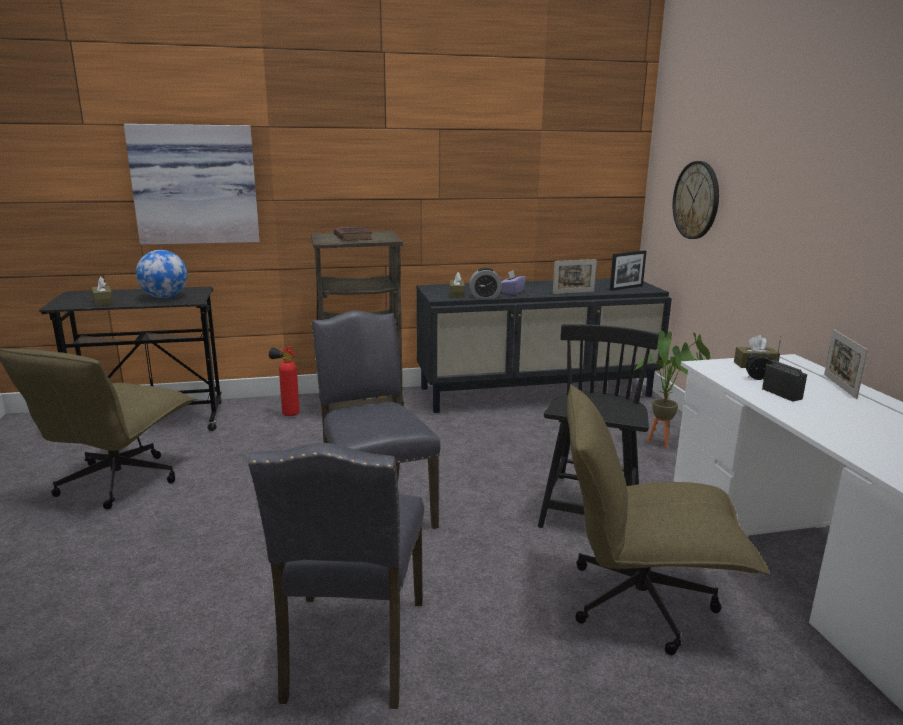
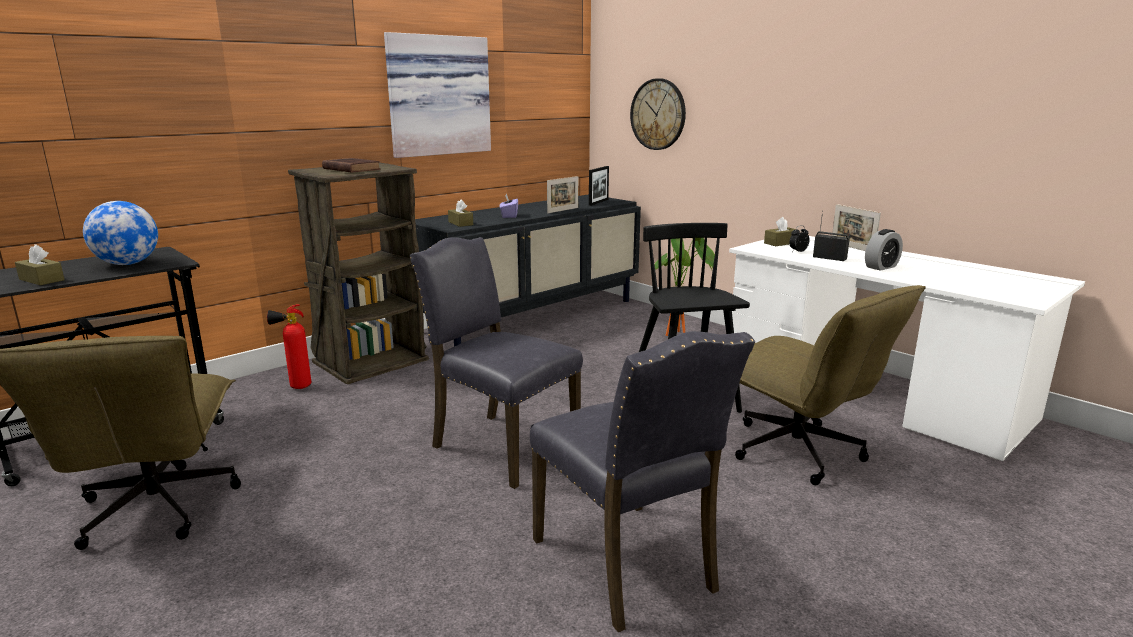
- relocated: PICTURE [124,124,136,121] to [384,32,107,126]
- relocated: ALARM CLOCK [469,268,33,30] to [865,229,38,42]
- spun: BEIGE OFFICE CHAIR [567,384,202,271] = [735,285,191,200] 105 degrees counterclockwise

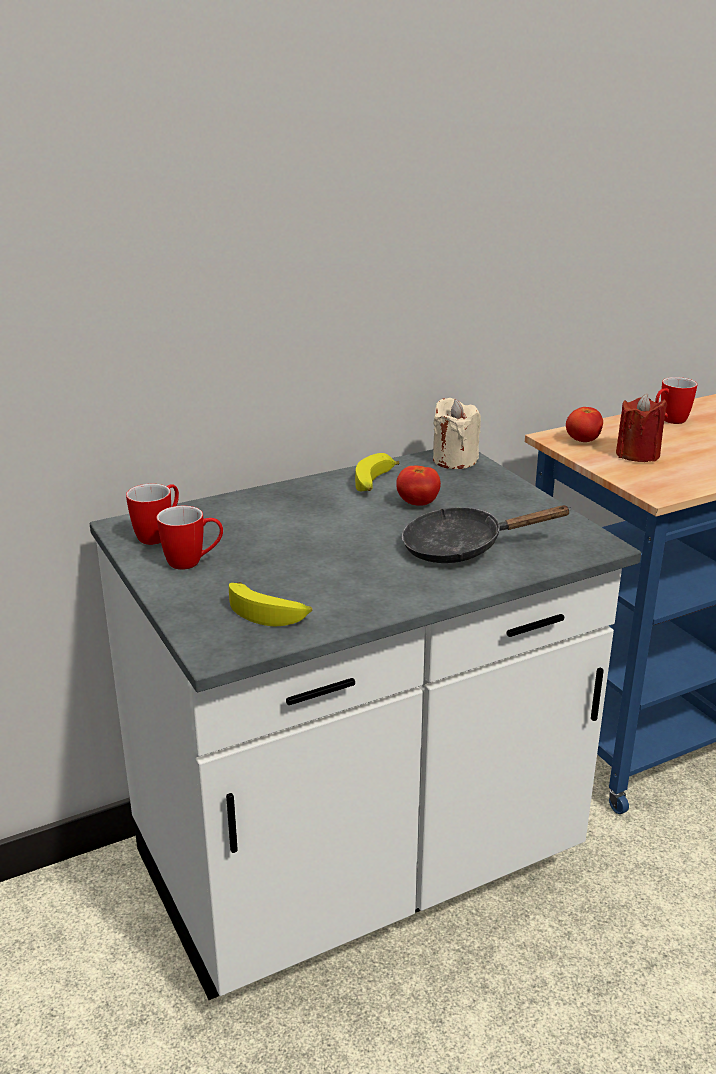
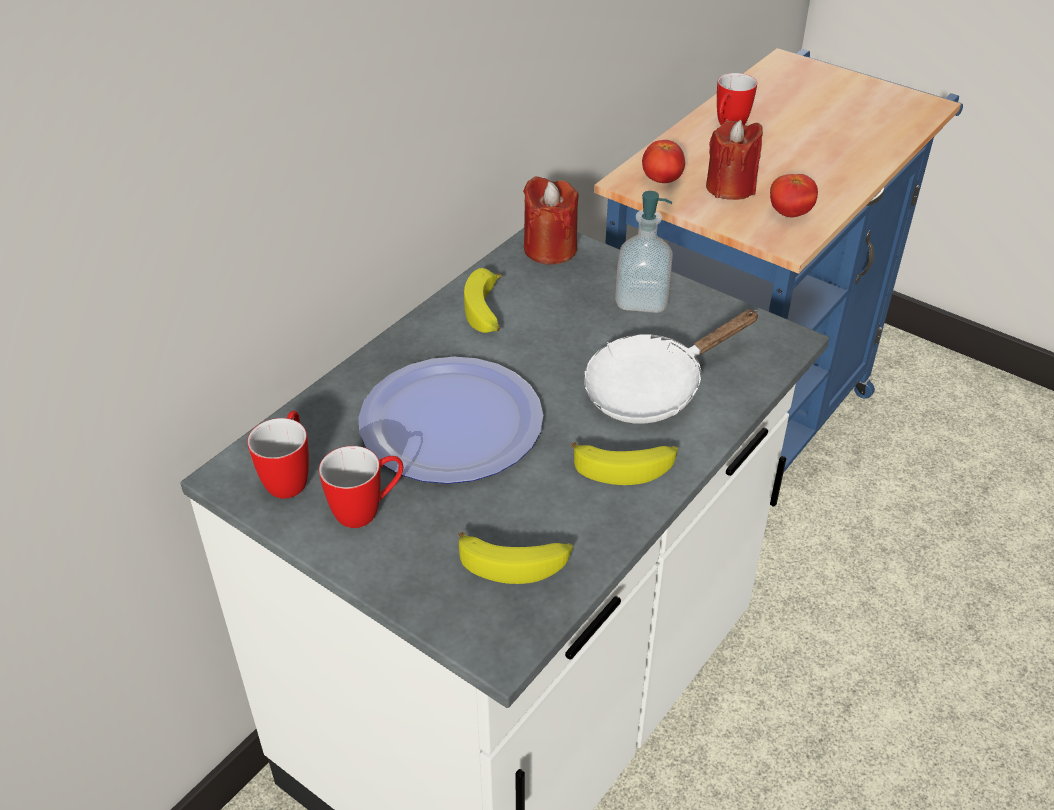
- relocated: TOMATO [396,465,45,41] to [770,174,48,43]
- colour: BLACK FRYING PAN [402,505,170,58] to WHITE FRYING PAN [584,309,175,115]
- colour: BEIGE CANDLE [433,398,48,71] to RED CANDLE [523,176,56,89]
- appeared: PLATE [358,357,185,127]
- appeared: BANANA [571,442,107,43]
- appeared: SOAP DISPENSER [615,191,58,122]

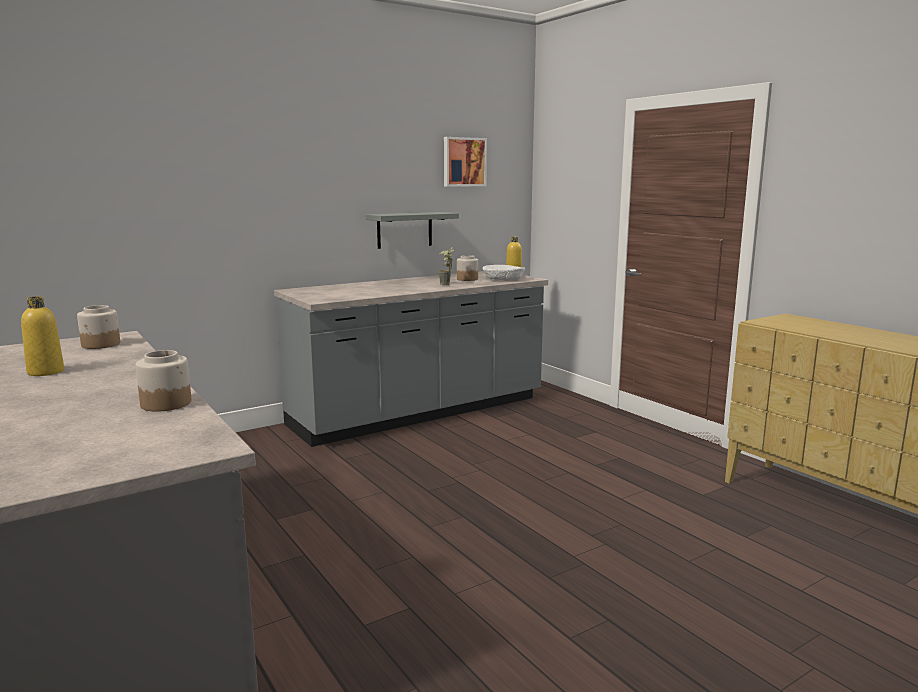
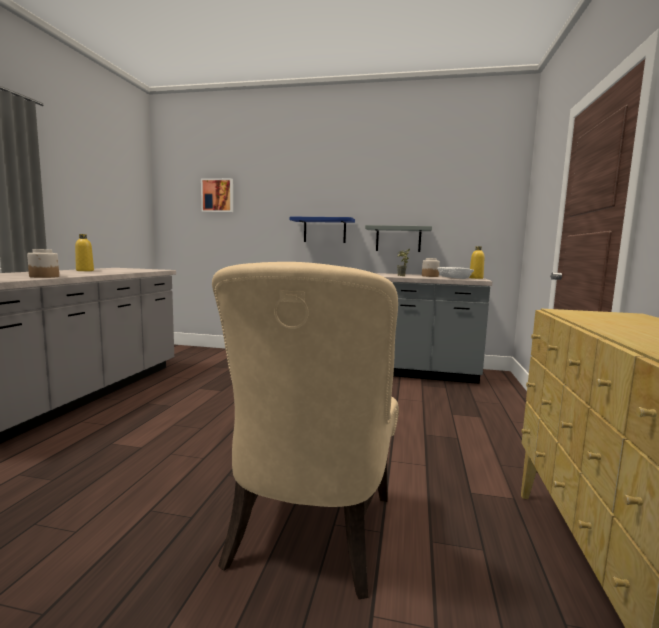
- missing: JAR [77,305,43,44]
- relocated: PICTURE [444,137,43,50] to [201,178,32,34]
- appeared: BEIGE CHAIR [212,262,187,337]
- appeared: BLUE SHELF [290,217,65,26]

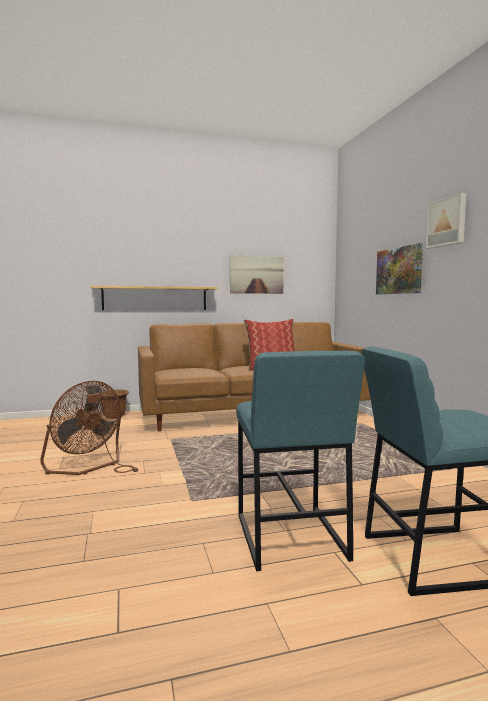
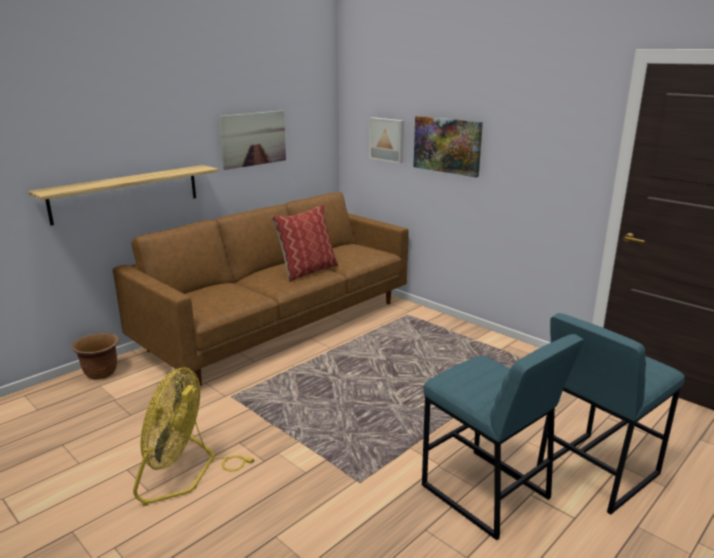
- colour: BROWN FAN [40,381,98,94] to YELLOW FAN [133,367,121,139]
- relocated: PICTURE [426,193,40,56] to [369,117,35,47]

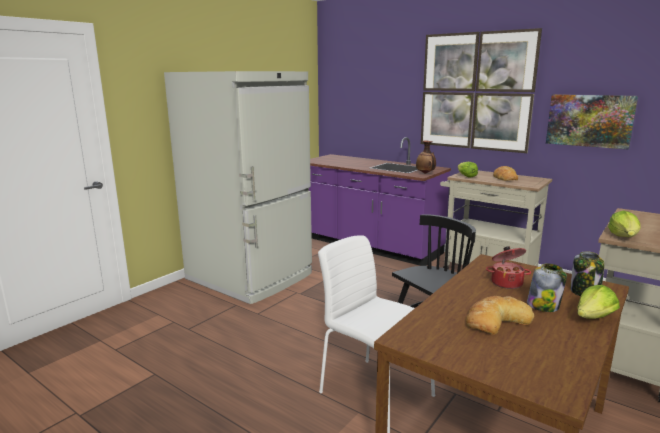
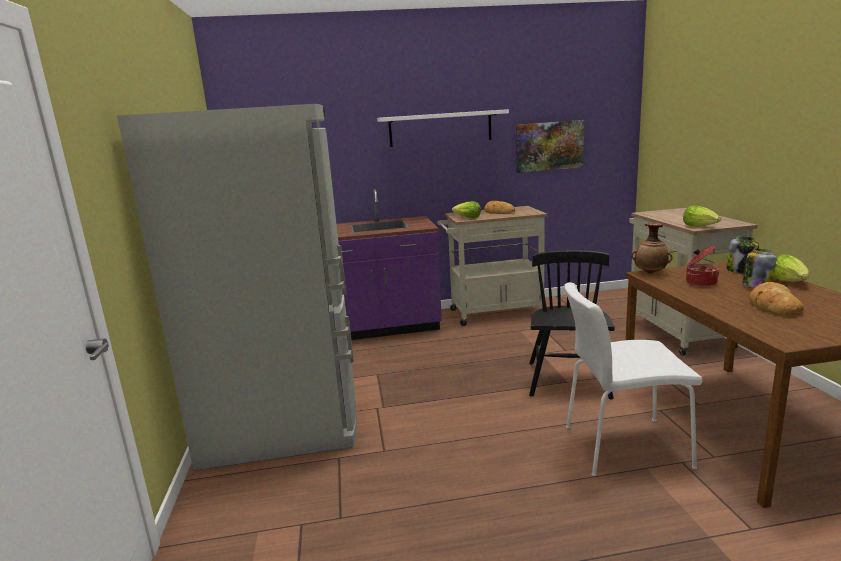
- relocated: VASE [416,141,20,33] to [631,223,41,51]
- exchanged: PICTURE [421,28,121,125] to WHITE SHELF [377,109,132,38]

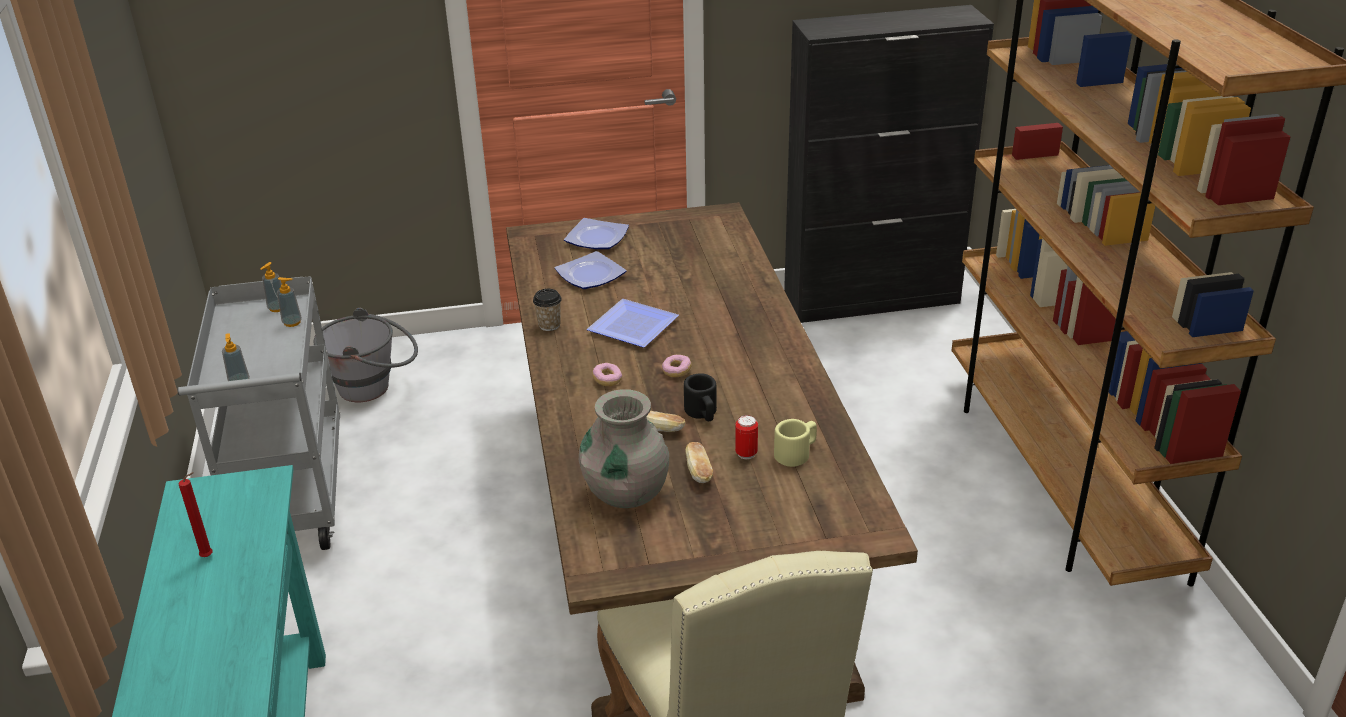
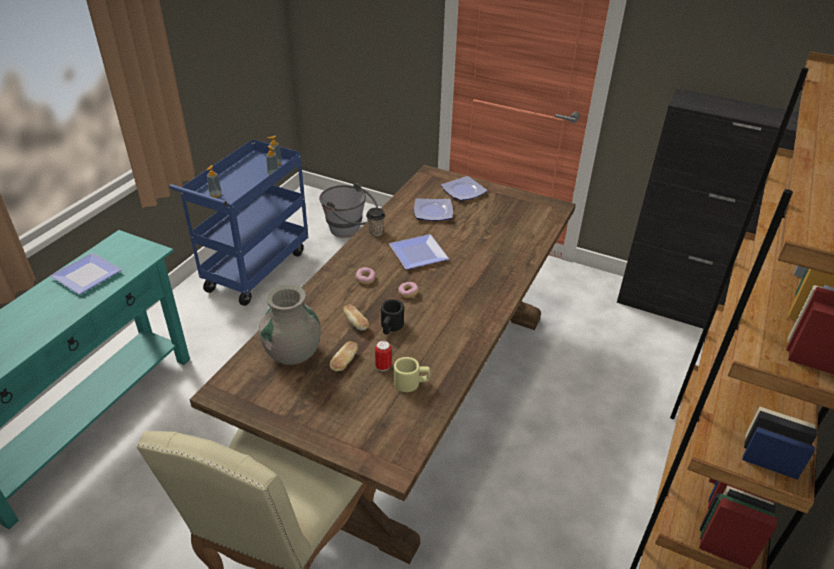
- colour: GREY CART [178,276,162,274] to BLUE CART [169,140,139,166]
- exchanged: RED CANDLE [179,472,34,85] to PLATE [50,253,72,42]

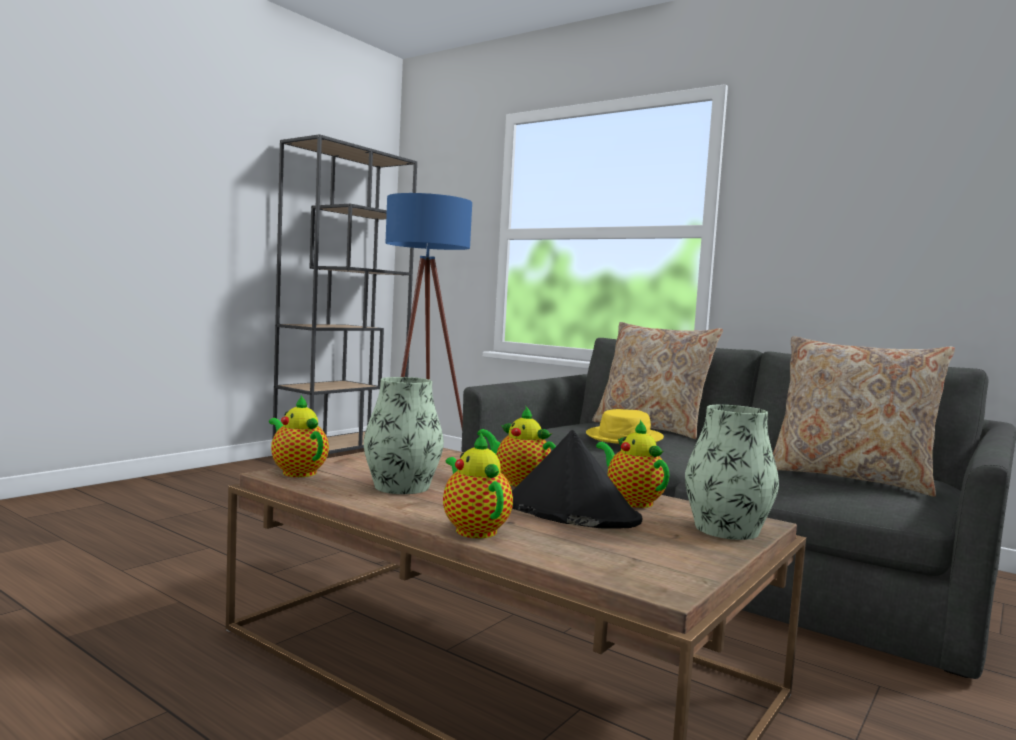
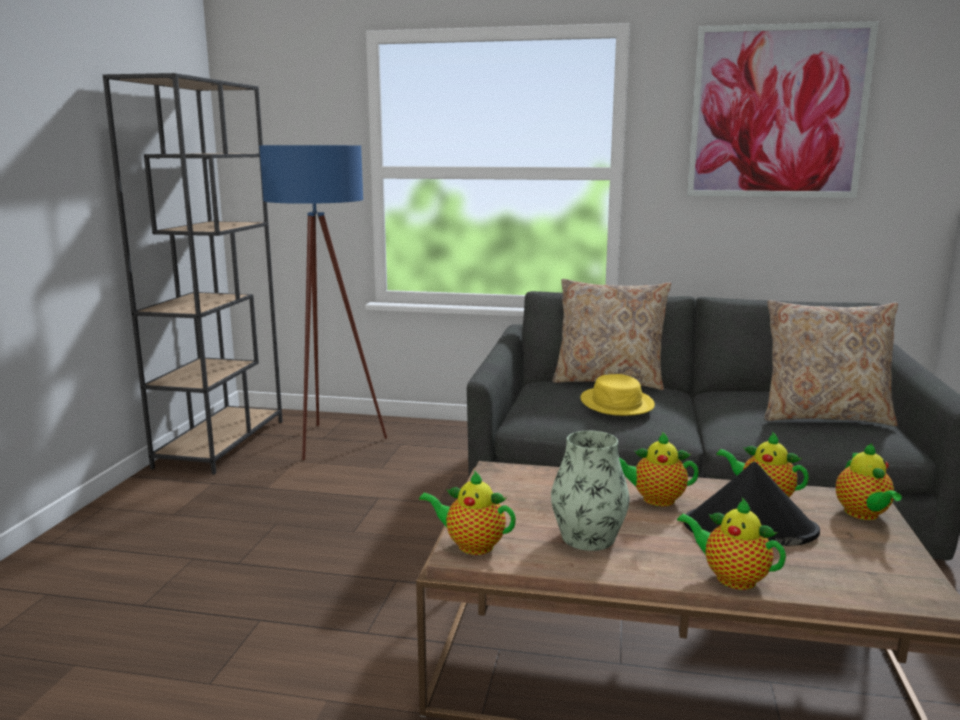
- exchanged: VASE [685,405,94,135] to TEAPOT [836,443,66,77]
- appeared: PICTURE [687,21,192,177]

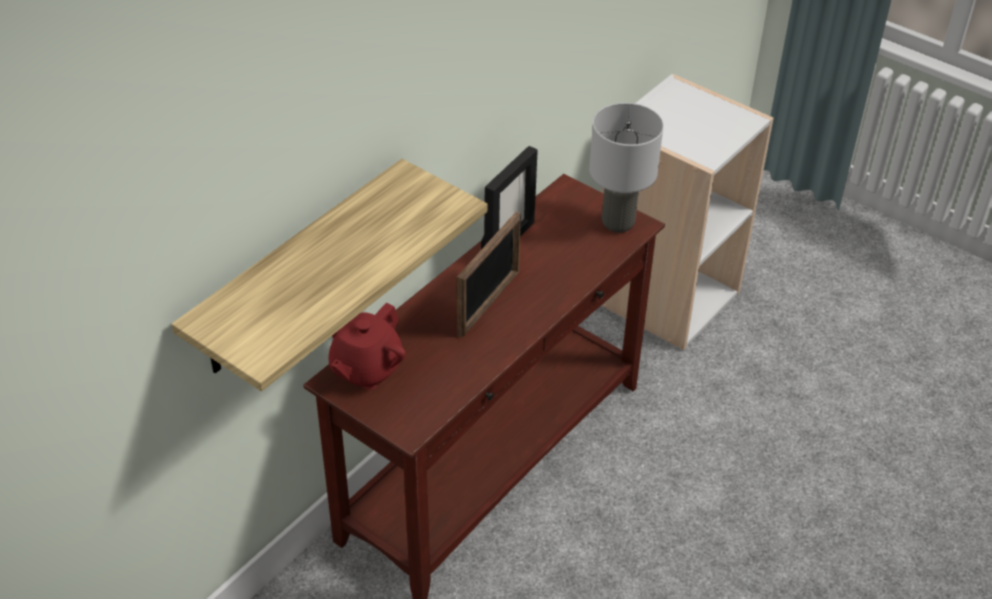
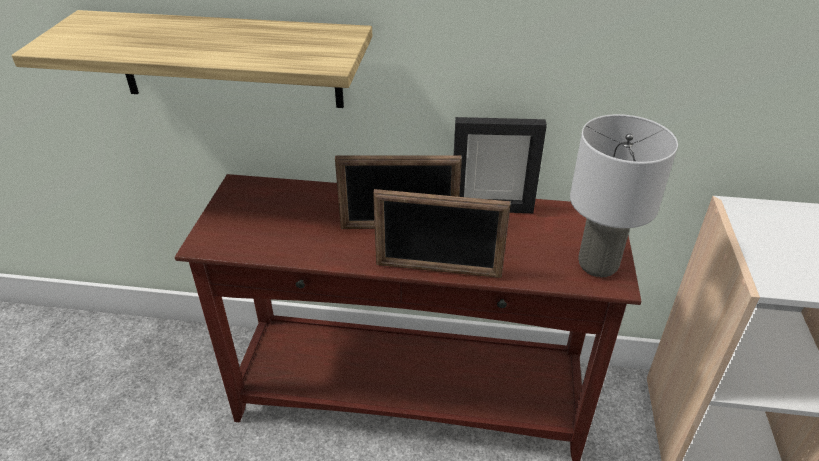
- missing: RED TEAPOT [329,303,76,87]
- appeared: PICTURE FRAME [373,189,138,89]

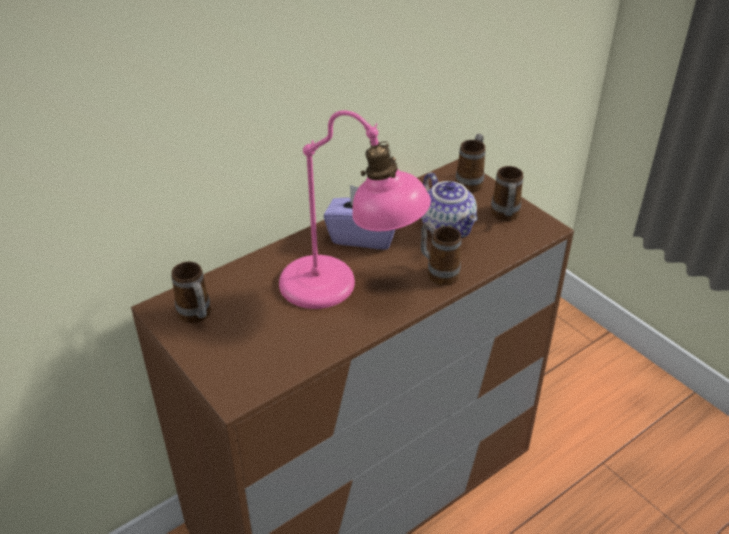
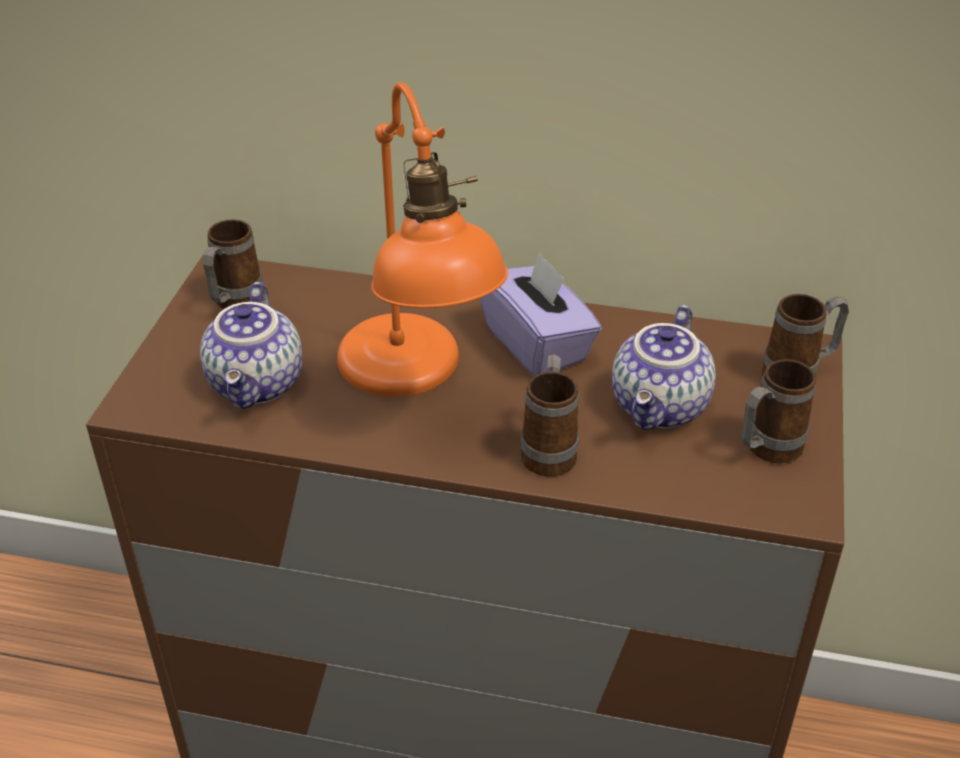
- colour: PINK TABLE LAMP [279,110,152,199] to ORANGE TABLE LAMP [337,82,171,315]
- appeared: TEAPOT [200,282,103,127]

